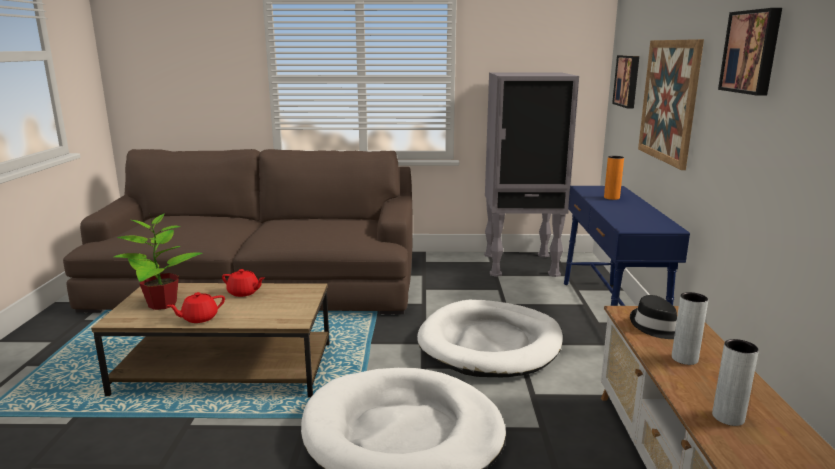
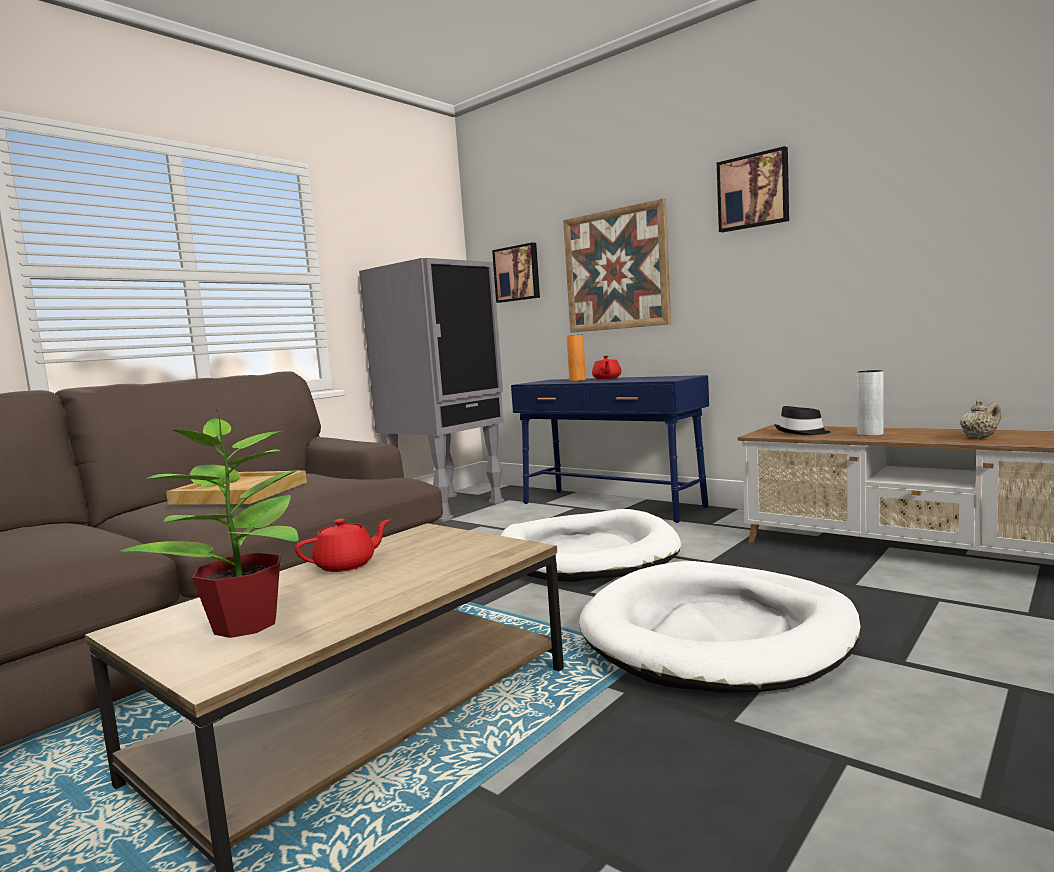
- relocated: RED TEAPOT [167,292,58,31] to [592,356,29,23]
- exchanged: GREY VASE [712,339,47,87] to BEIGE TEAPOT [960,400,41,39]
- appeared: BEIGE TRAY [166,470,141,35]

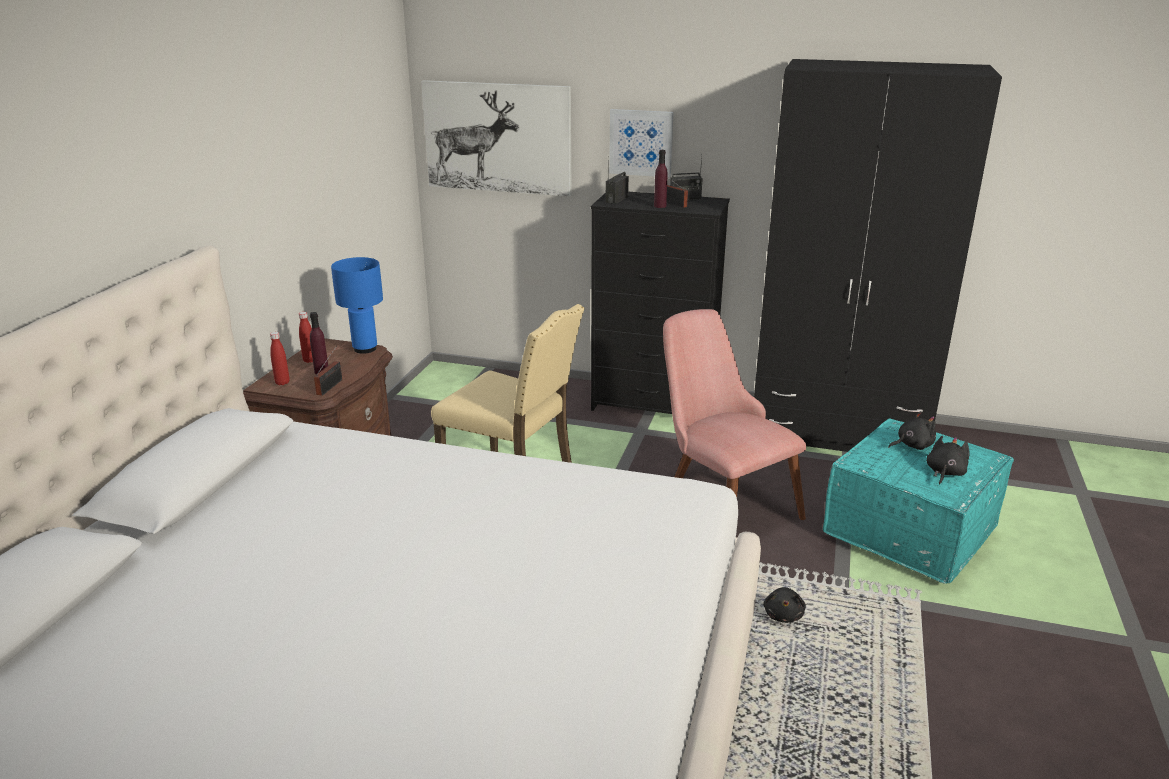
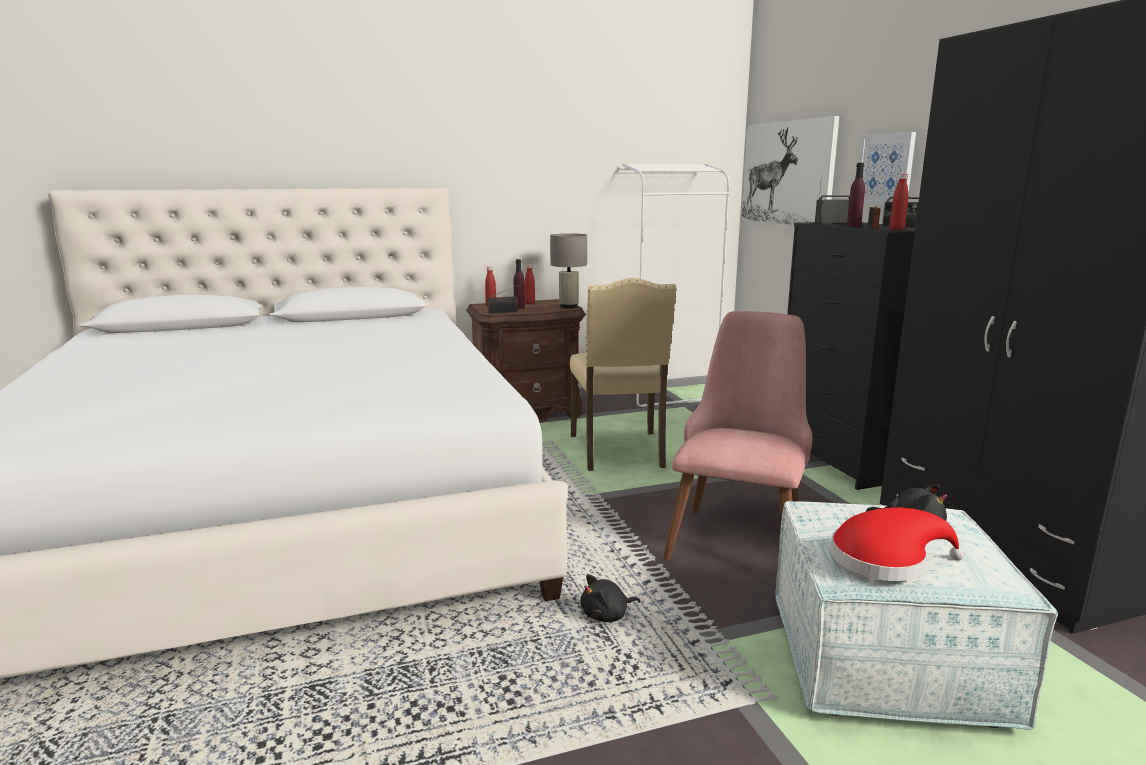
- colour: BLUE TABLE LAMP [331,257,52,97] to GREY TABLE LAMP [550,233,37,75]
- colour: TURQUOISE OTTOMAN [823,418,191,166] to WHITE OTTOMAN [775,501,283,229]
- exchanged: BLACK PLUSH TOY [926,436,44,48] to RED HAT [830,507,135,74]
- appeared: WHITE CLOTHES RACK [622,163,108,244]
- appeared: RED BOTTLE [890,174,18,56]

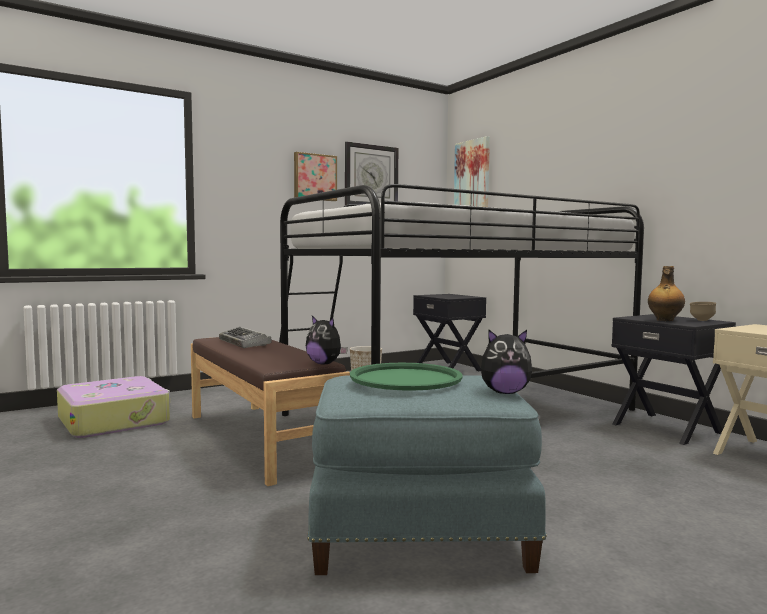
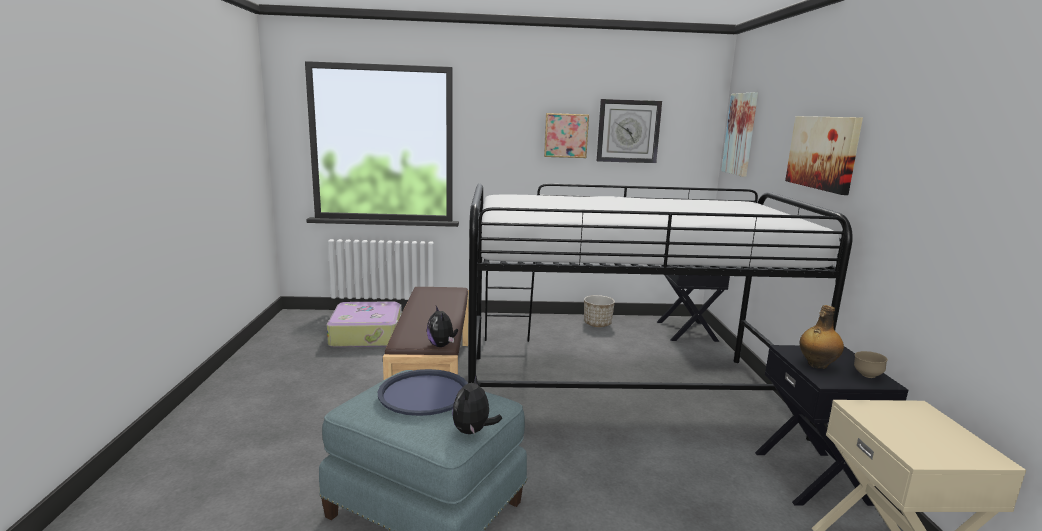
- missing: KEYBOARD [219,327,53,21]
- colour: GREEN TRAY [350,363,113,28] to BLUE TRAY [378,369,90,47]
- spun: PLUSH TOY [481,330,51,64] = [452,374,50,60] 75 degrees clockwise
- appeared: PICTURE [785,116,78,79]

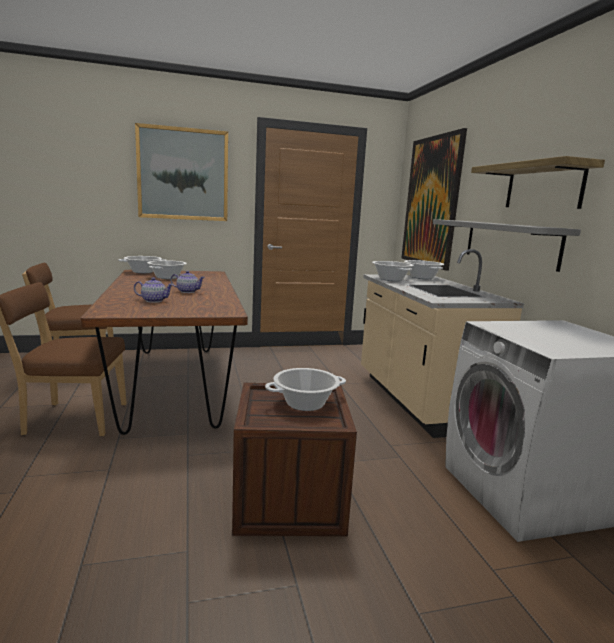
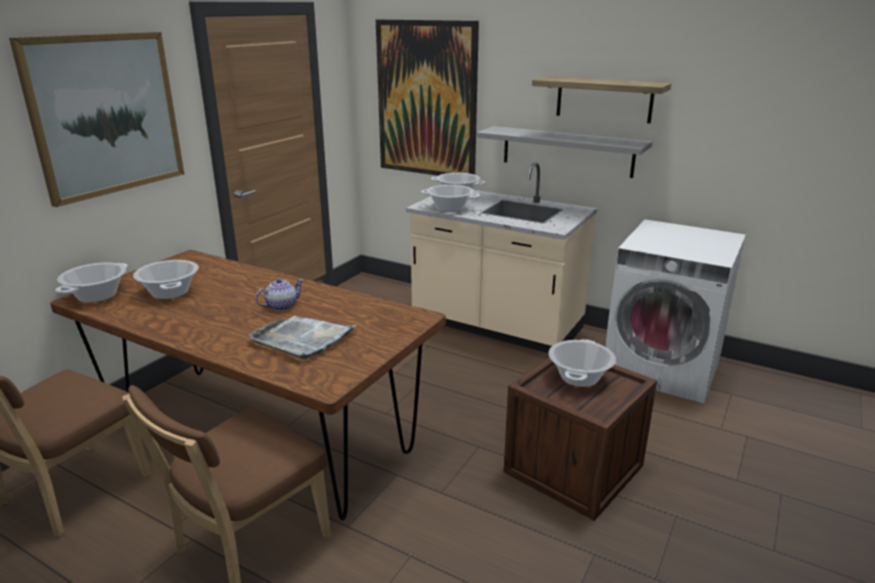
- exchanged: TEAPOT [134,277,40,26] to GREY TRAY [249,316,108,43]

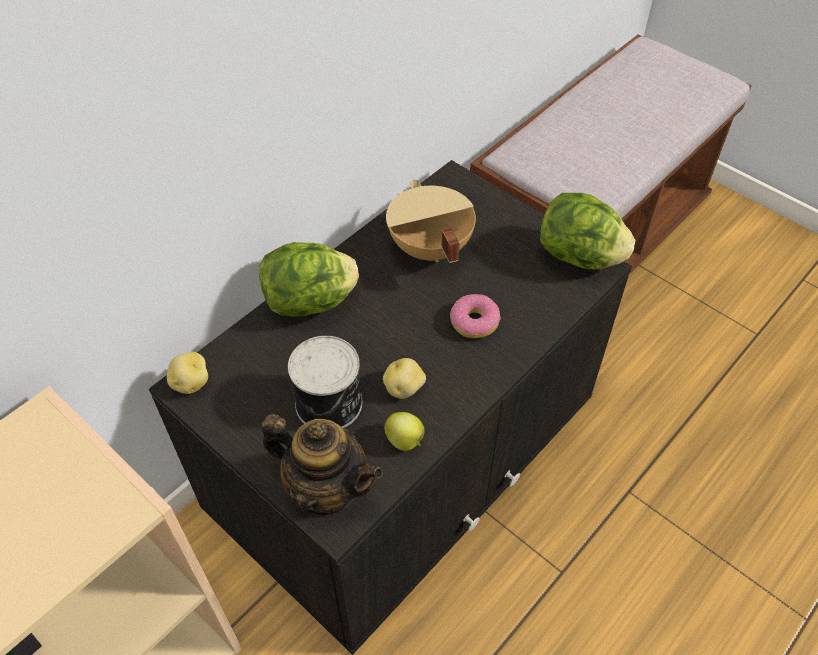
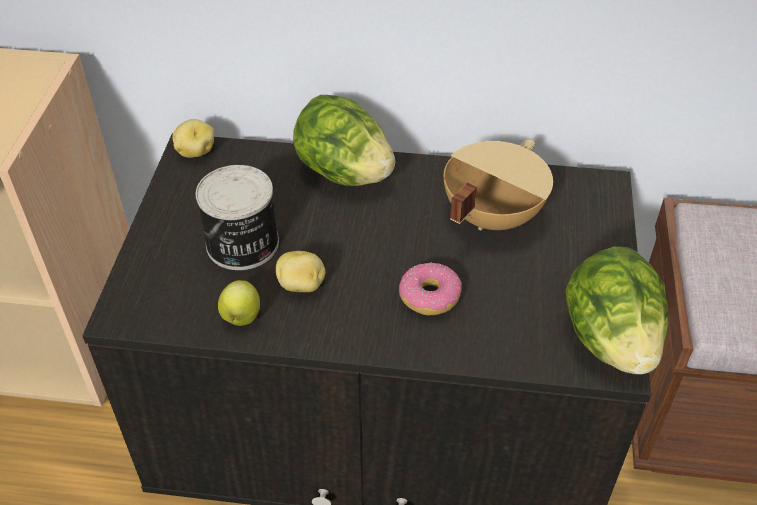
- missing: TEAPOT [262,414,121,101]

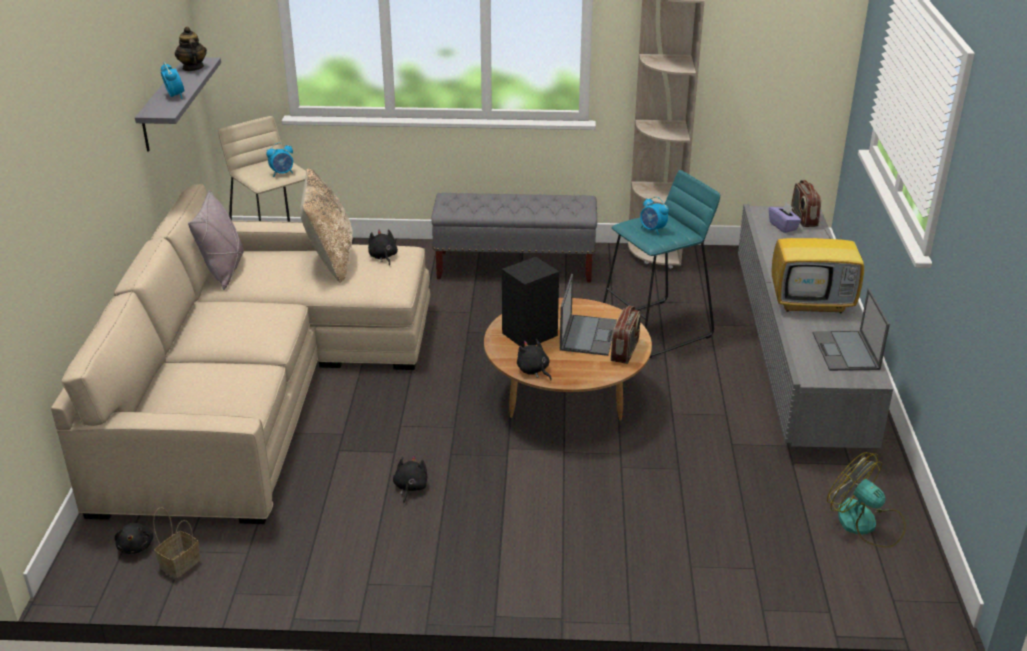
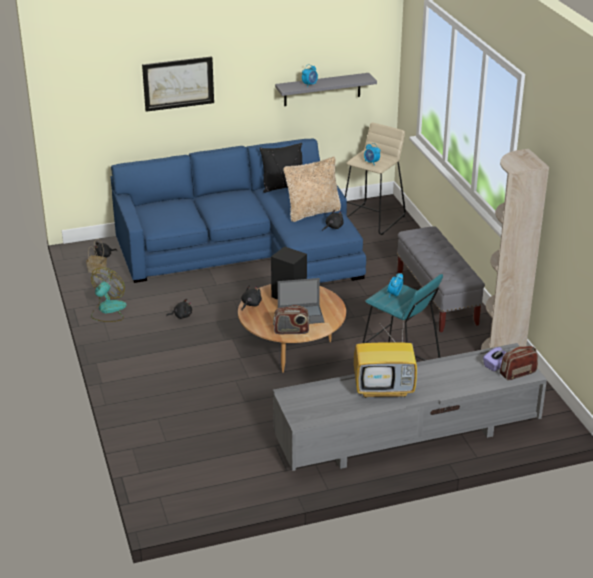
- colour: BEIGE SOFA [51,184,379,340] to BLUE SOFA [111,139,255,144]
- missing: TEAPOT [175,27,32,44]
- colour: PURPLE PILLOW [188,190,56,100] to BLACK PILLOW [259,143,43,50]
- spun: TELEVISION [772,198,92,115] = [354,318,63,80] 75 degrees counterclockwise
- missing: LAPTOP [813,289,77,82]
- relocated: FAN [827,452,79,96] to [91,267,36,55]
- appeared: PICTURE [142,56,72,56]

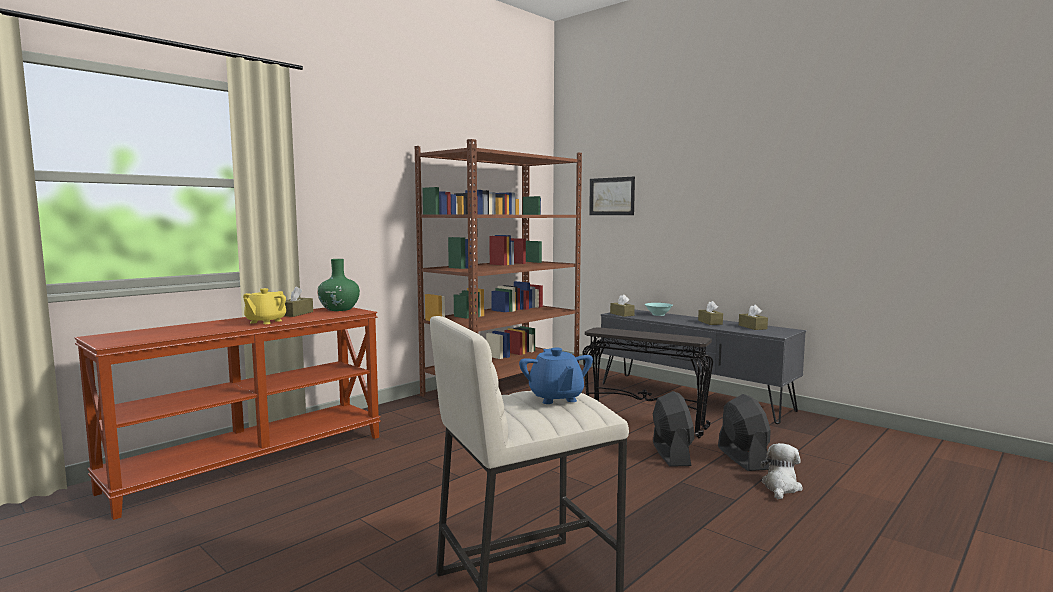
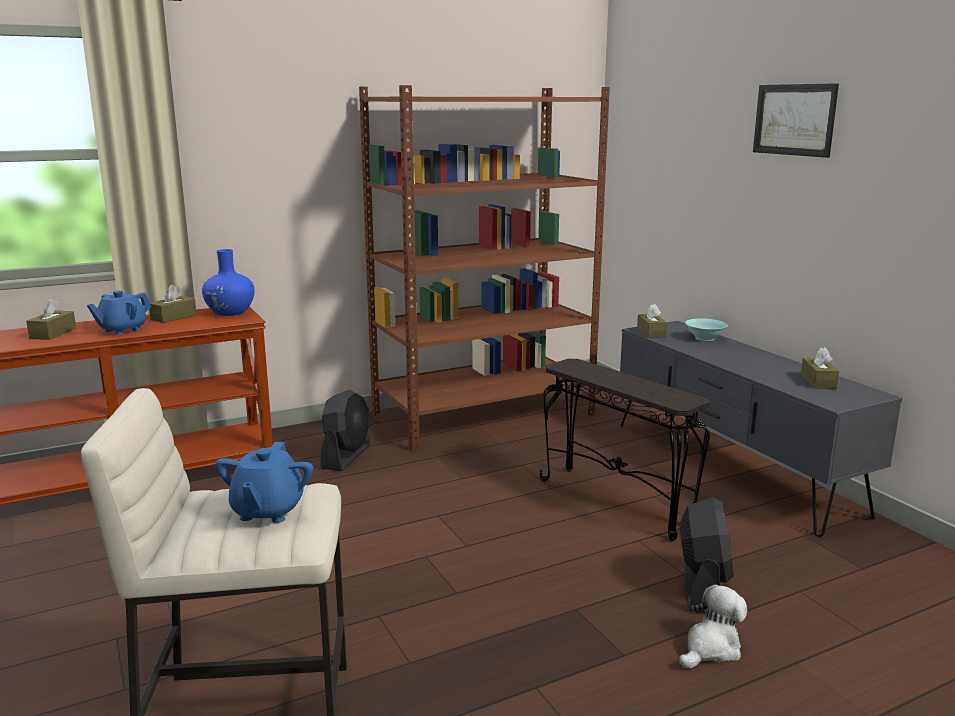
- colour: YELLOW TEAPOT [243,288,43,36] to BLUE TEAPOT [87,291,64,44]
- colour: GREEN VASE [317,259,43,52] to BLUE VASE [202,249,52,67]
- relocated: PICTURE [589,177,46,38] to [753,83,86,75]
- relocated: BLACK FAN [653,391,42,76] to [321,390,50,81]
- relocated: BROWN TISSUE BOX [698,301,25,24] to [26,298,50,42]

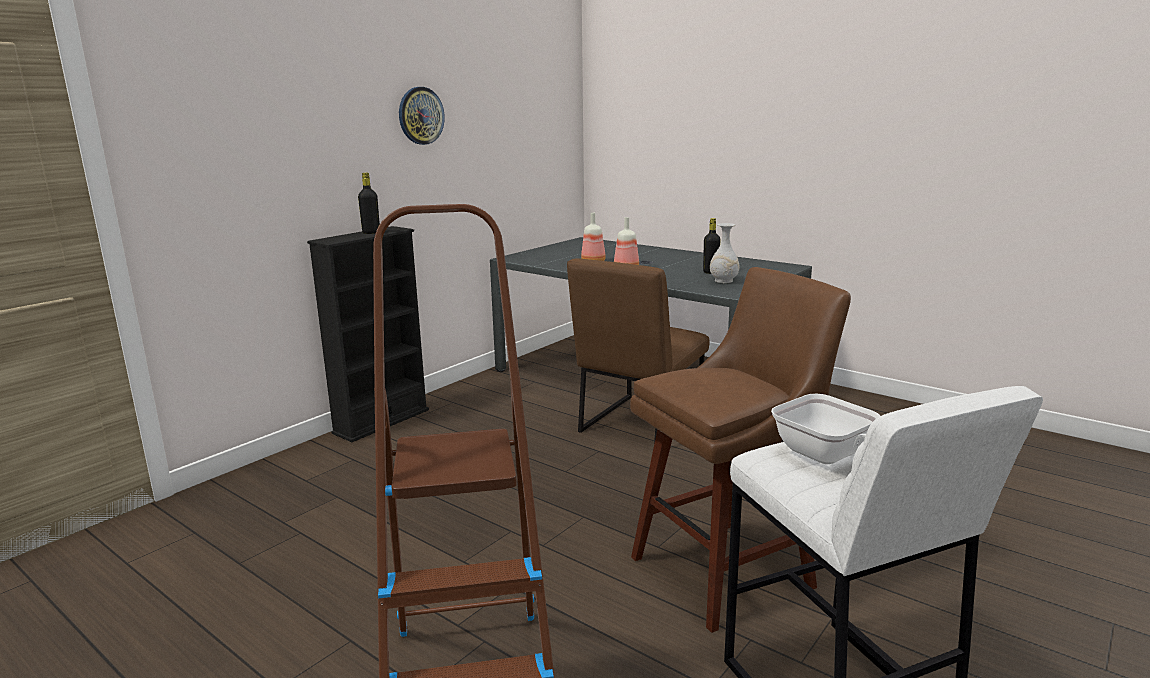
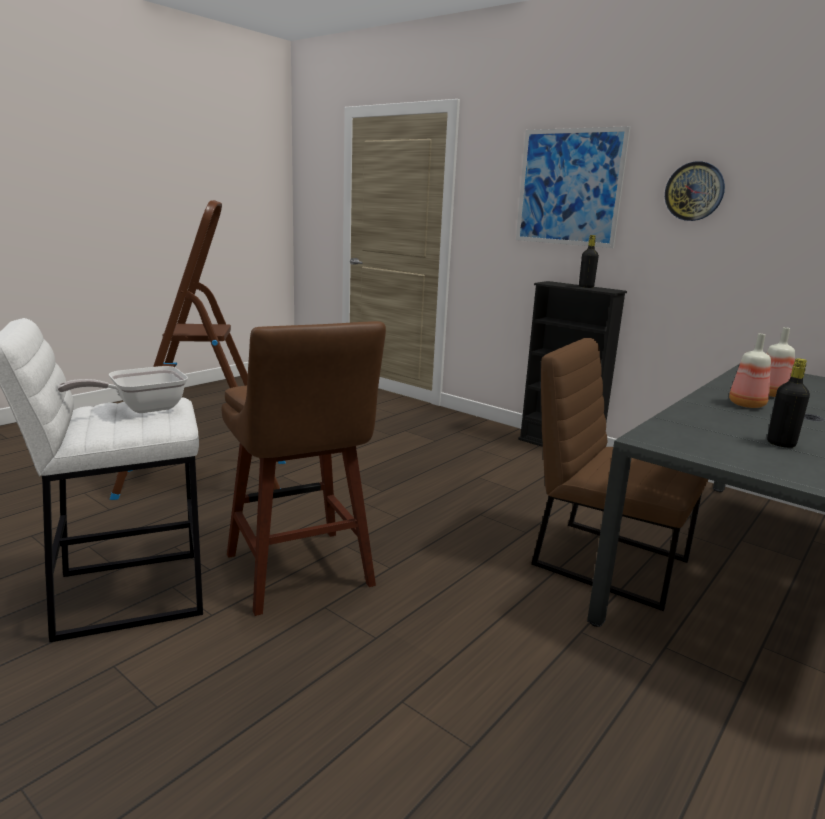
- missing: WHITE VASE [710,223,29,60]
- appeared: PICTURE [516,126,115,122]

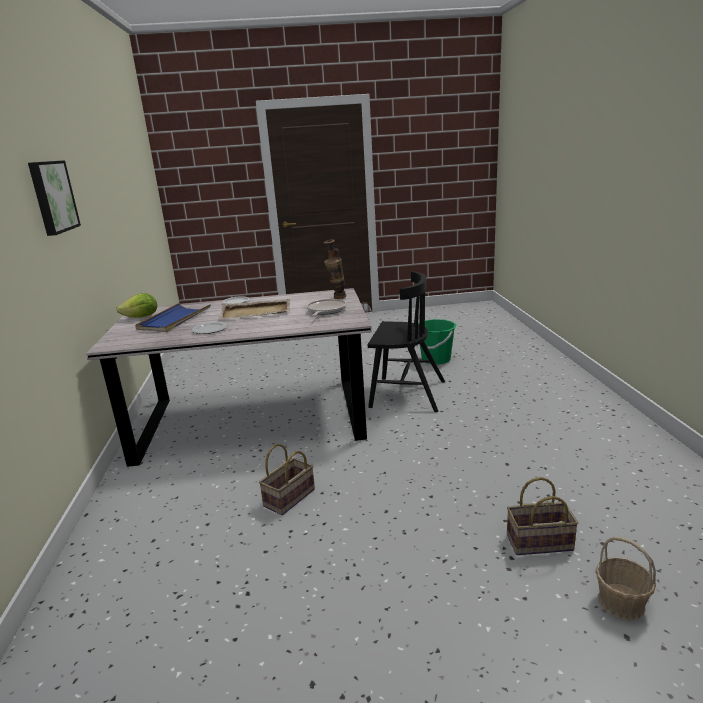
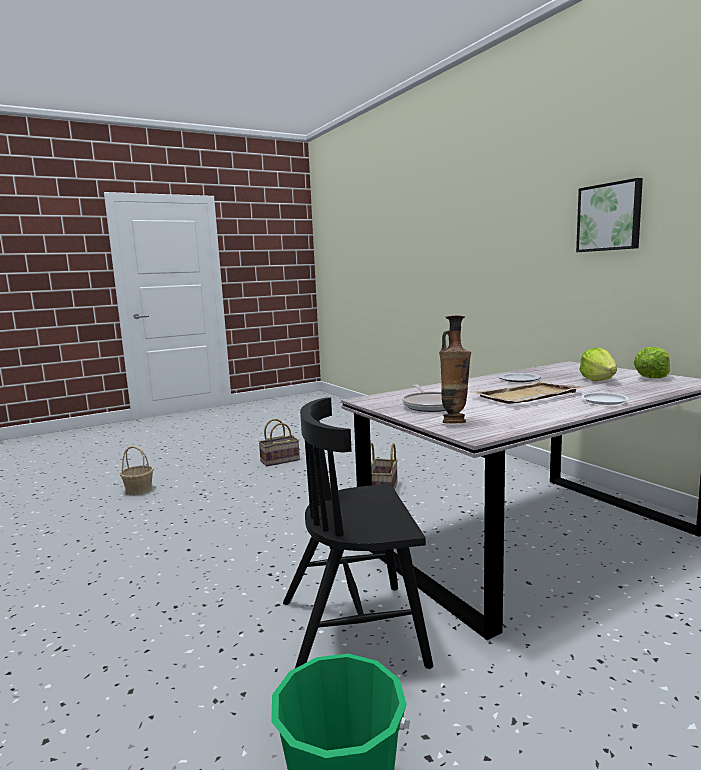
- exchanged: BLUE TRAY [135,303,76,29] to LETTUCE [579,348,38,33]
- relocated: BASKET [507,477,71,78] to [258,419,42,48]

